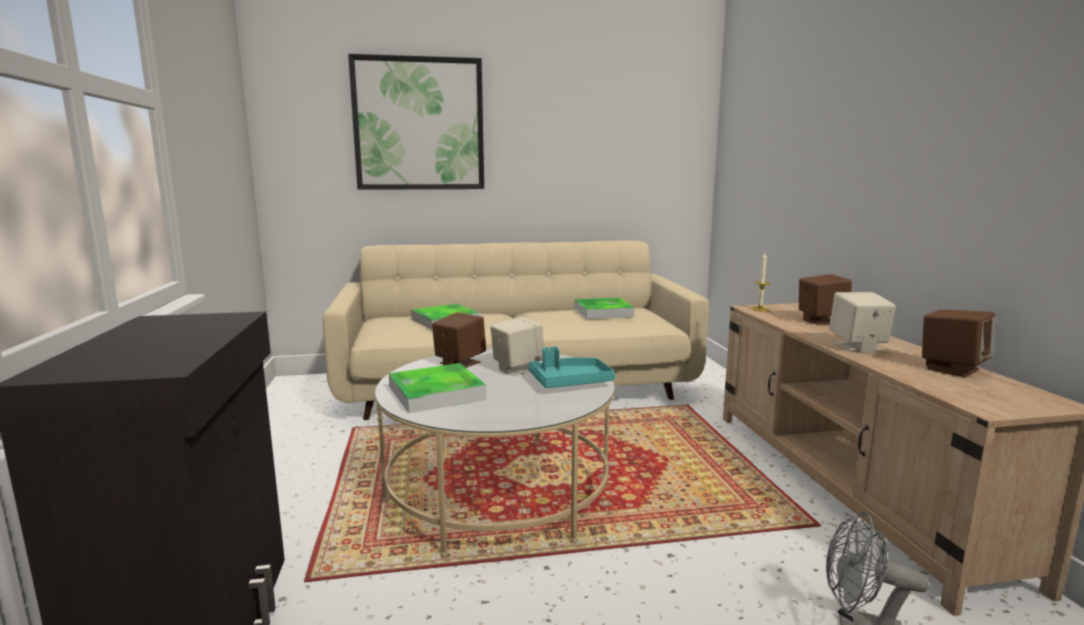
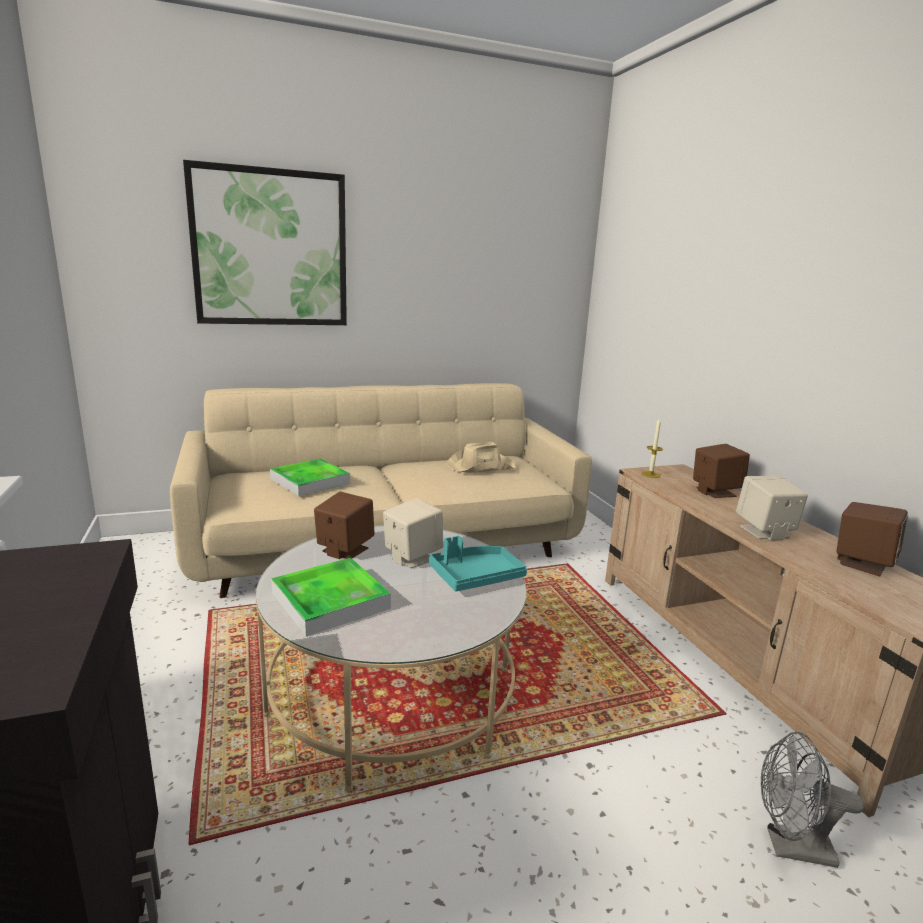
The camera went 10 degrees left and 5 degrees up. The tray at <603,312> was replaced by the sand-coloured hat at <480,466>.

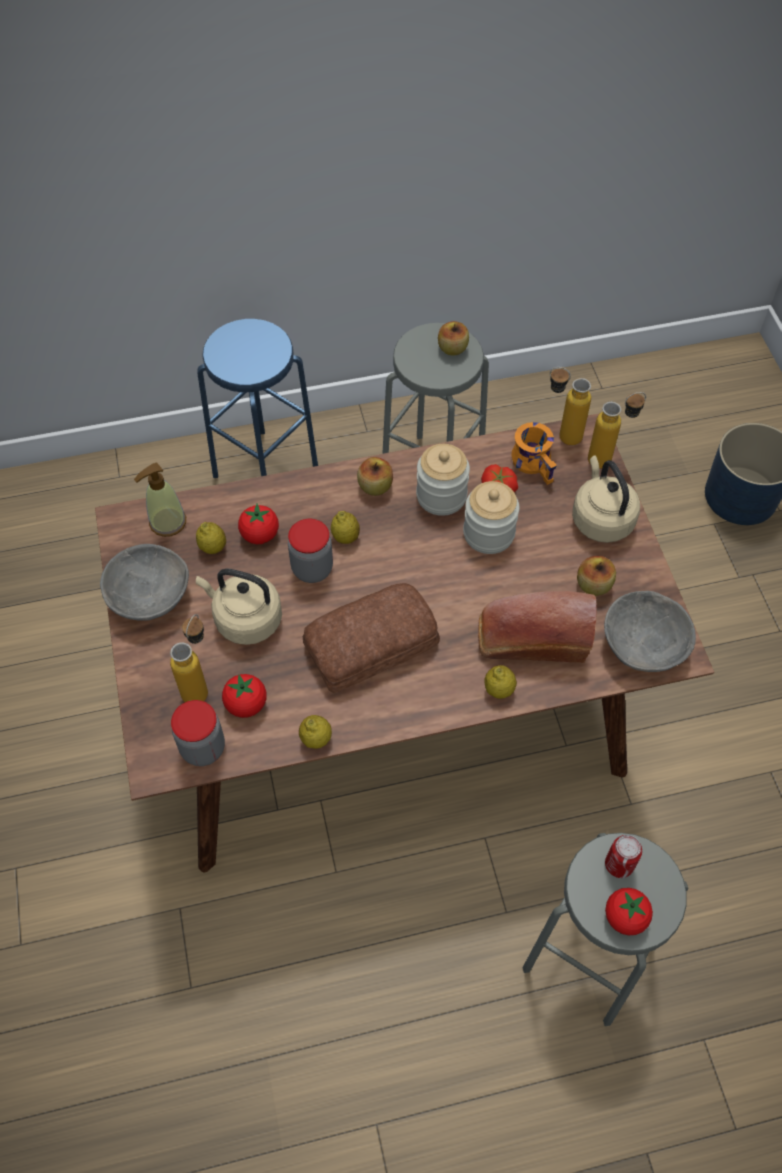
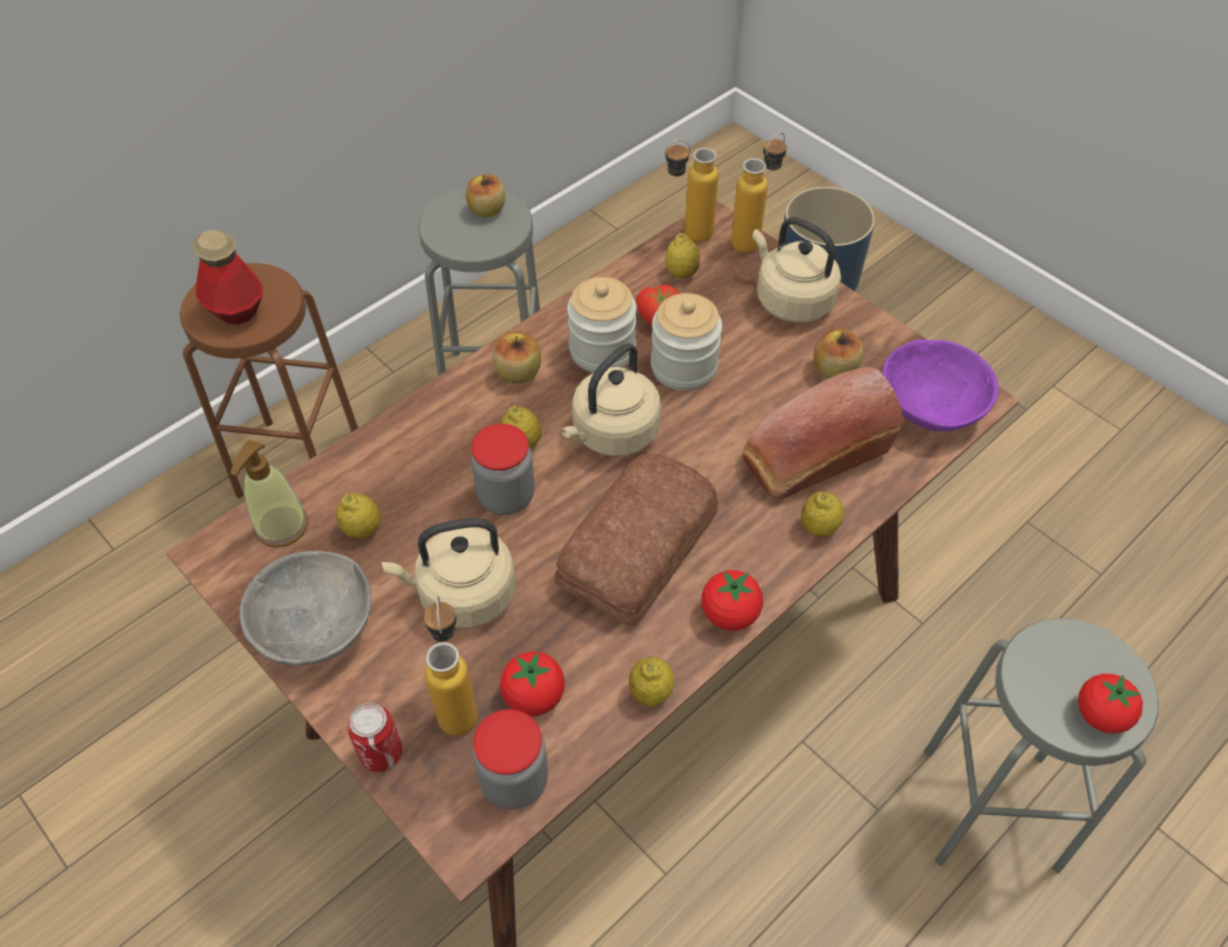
The camera went 30 degrees left and 5 degrees down. The blue-coloured sitting stool at <265,471> became the brown-coloured sitting stool at <298,463>. The drink bottle at <236,309> appeared. The sealed can moved from <619,864> to <381,753>. The sand-coloured water kettle at <612,434> appeared. The orange mug at <536,463> was replaced by the whole lemon at <681,273>. The tomato moved from <260,535> to <729,614>. The greyish deep dish at <642,644> became the purplish deep dish at <929,406>.

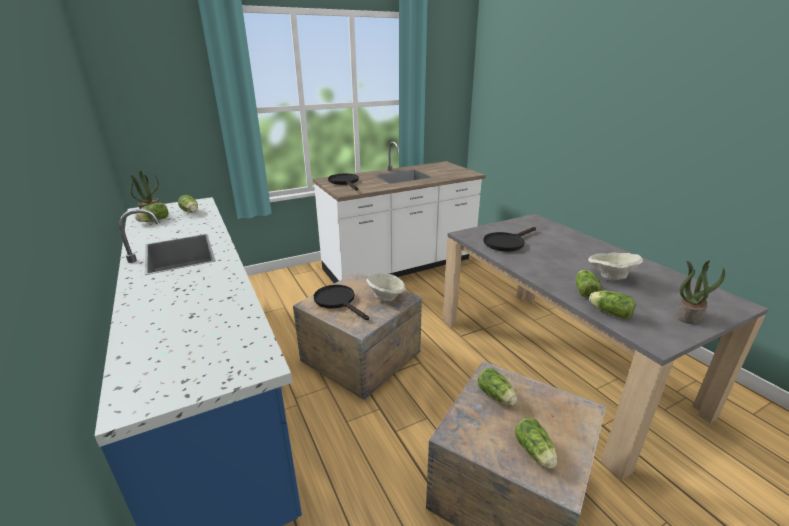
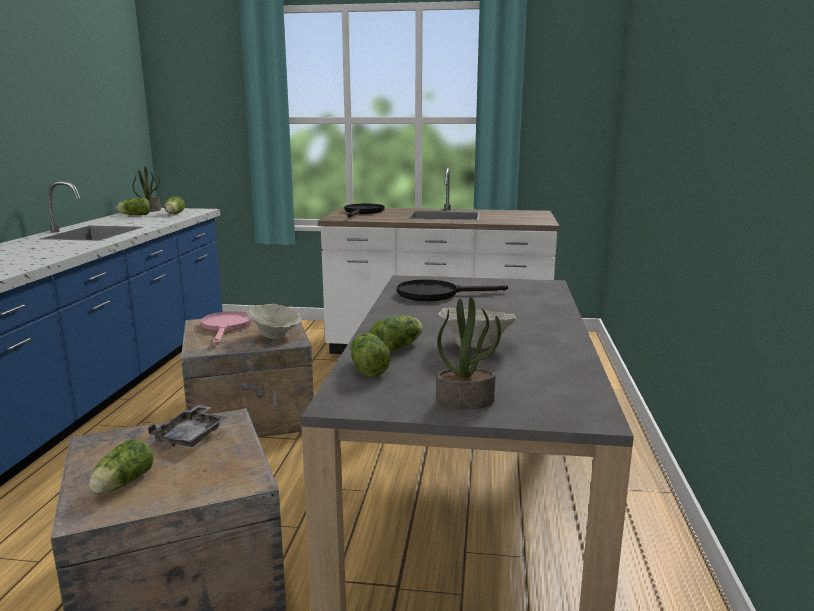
The camera went 35 degrees right and 10 degrees down. The lettuce head at <496,396> was replaced by the greyish tray at <191,435>. The black skillet at <338,301> became the pink-coloured skillet at <226,327>.

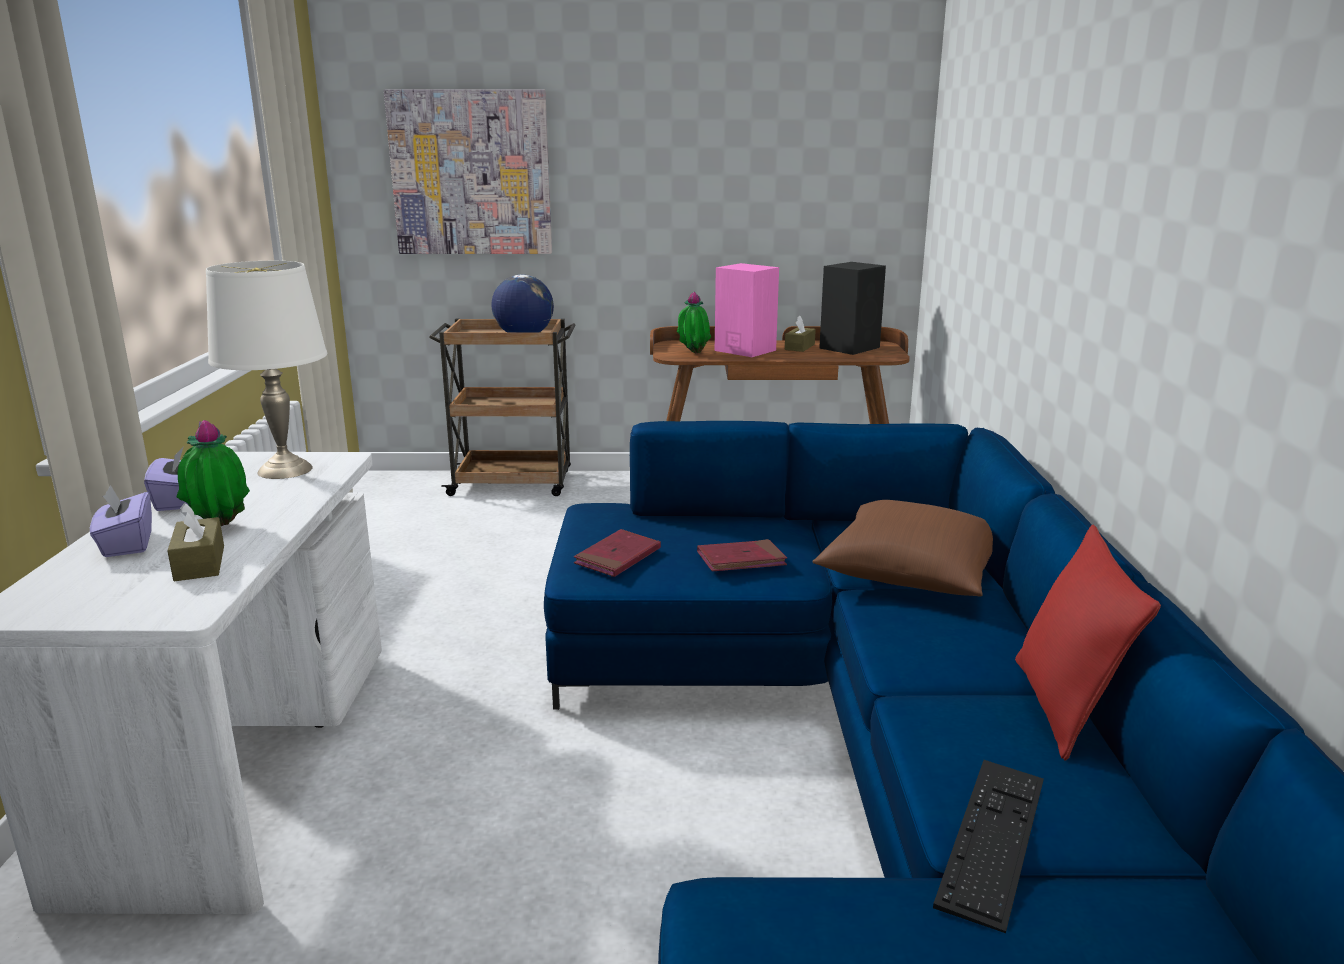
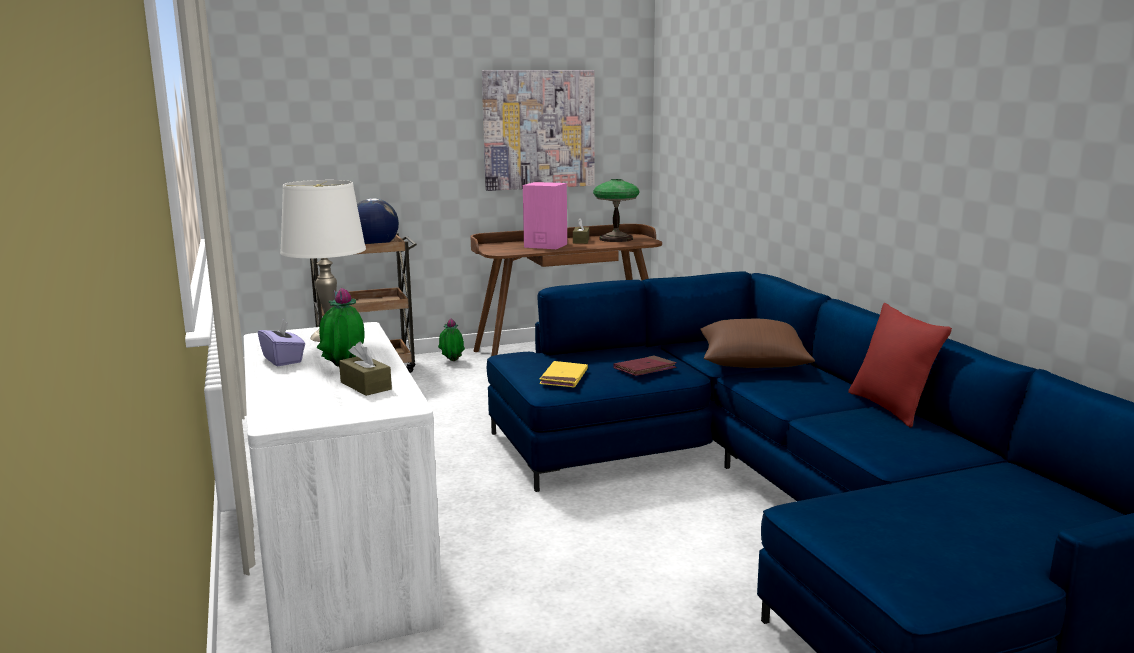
The camera went 20 degrees left and 5 degrees down. The potted plant moved from <693,354> to <452,362>. The wall picture moved from <471,173> to <538,129>. The reddish bound book at <618,557> became the yellowish bound book at <564,377>. The black audio speaker at <850,347> was replaced by the table lamp at <616,239>. The purplish tissue box at <127,544> disappeared. The keyboard at <993,838> disappeared.

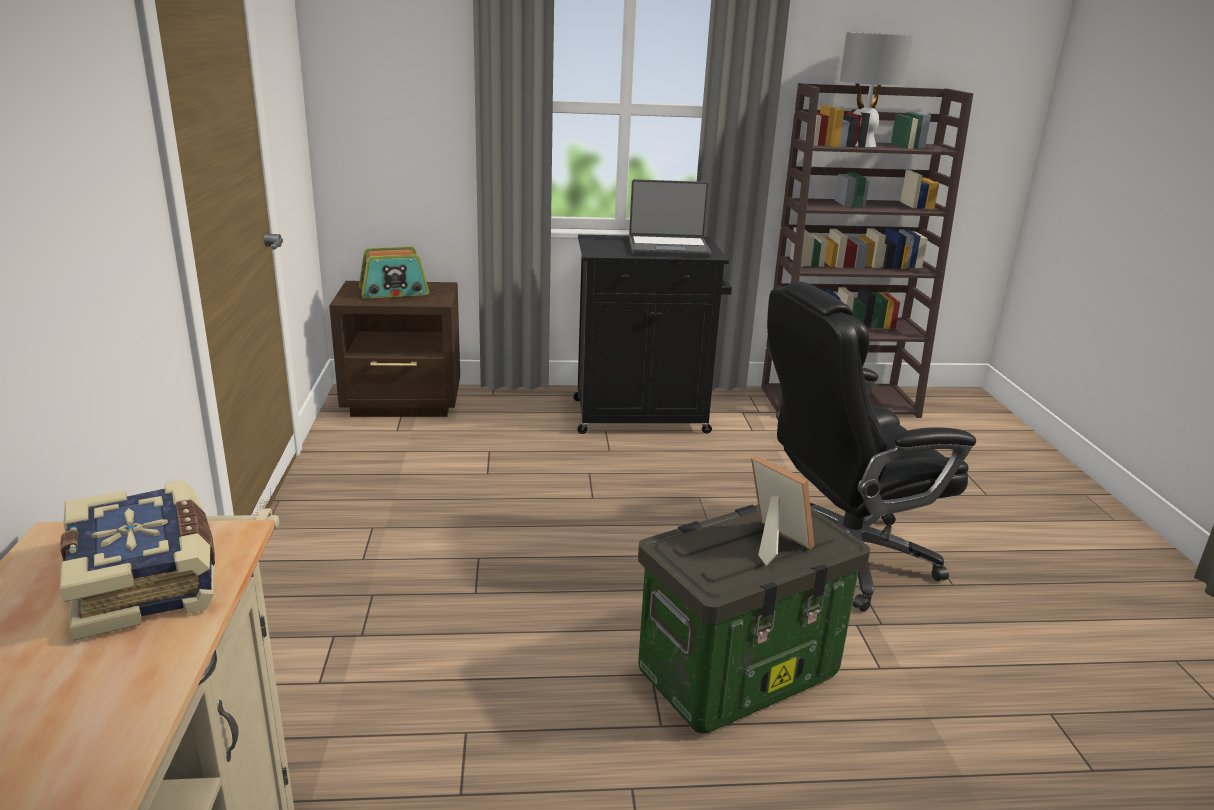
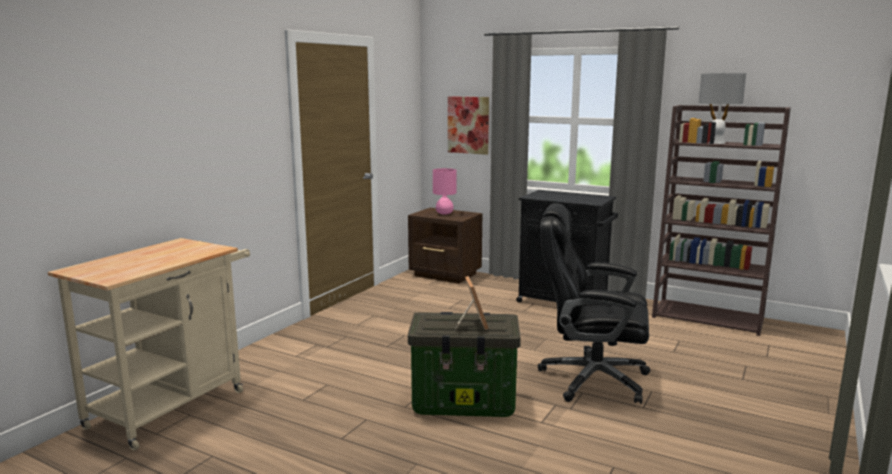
The camera went 35 degrees right and 10 degrees down. The radio set at <394,291> was replaced by the pink-coloured table lamp at <444,213>. The wall picture at <468,125> appeared. The bound book at <148,579> disappeared. The portable computer at <668,248> disappeared.

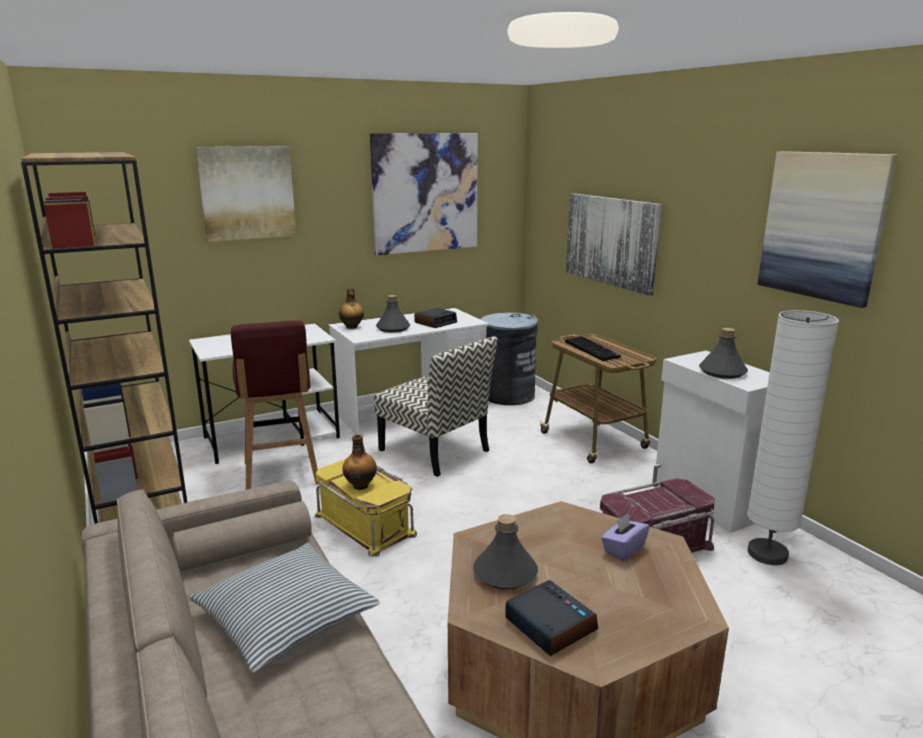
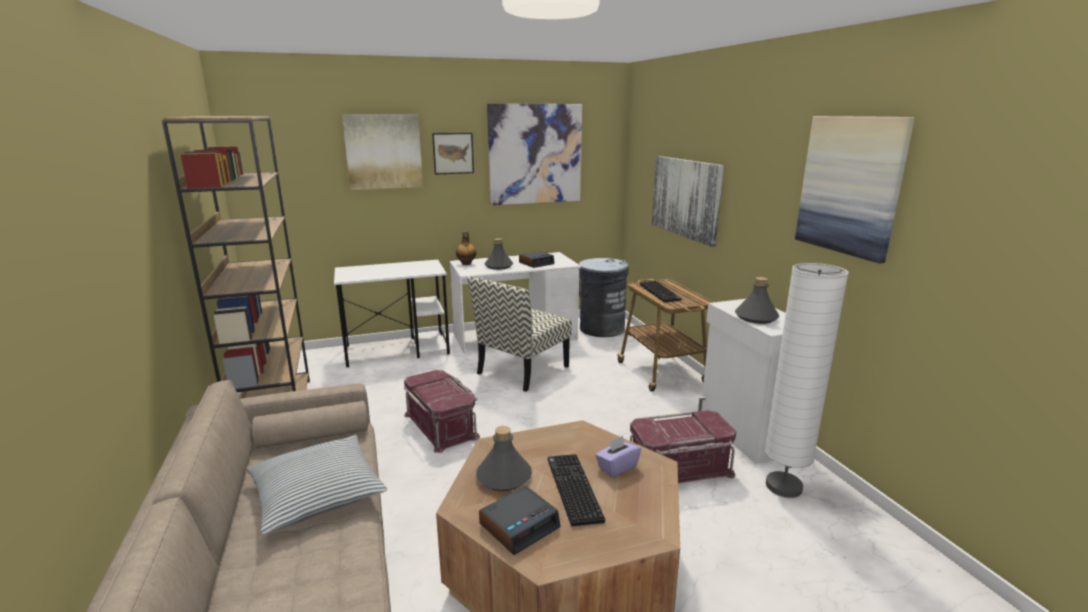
The camera went 10 degrees right and 0 degrees up. The yellowish storage container at <366,524> became the reddish storage container at <442,425>. The wall picture at <453,153> appeared. The upright chair at <435,451> turned 75 degrees clockwise. The alarm clock at <549,625> turned 75 degrees clockwise. The keyboard at <571,488> appeared. The reddish sitting stool at <281,474> disappeared. The drink bottle at <360,485> disappeared.

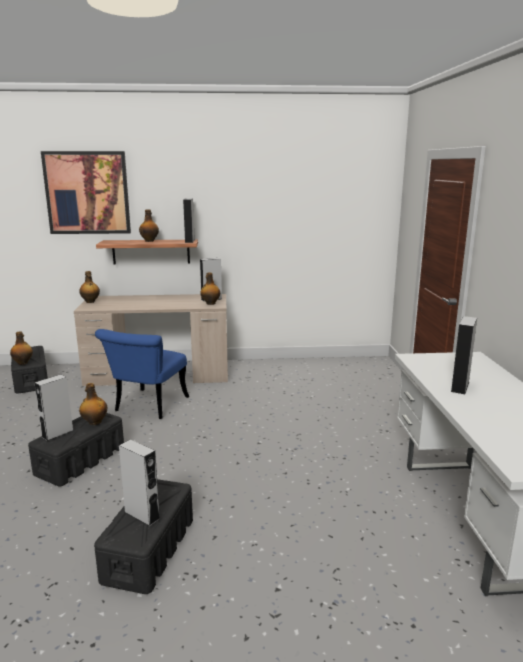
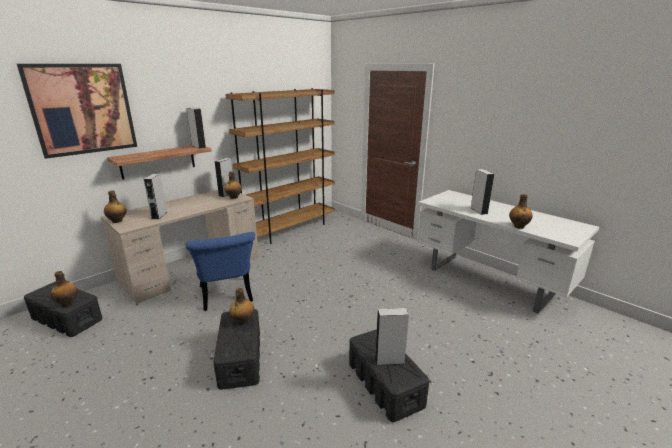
The camera went 40 degrees left and 5 degrees up. The greyish audio speaker moved from <57,433> to <159,215>. The brown-coloured shelving unit at <290,229> appeared. The drink bottle moved from <149,241> to <518,226>.

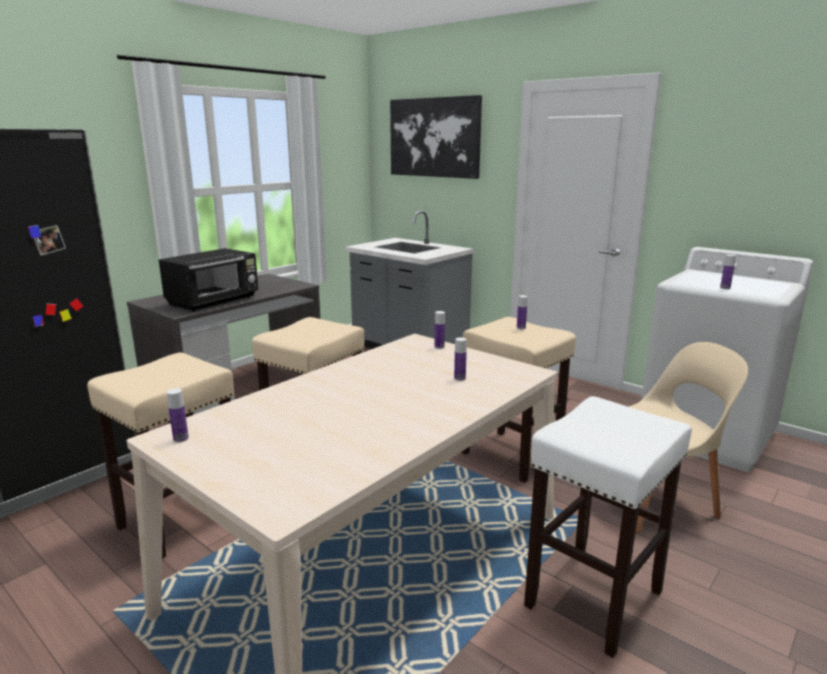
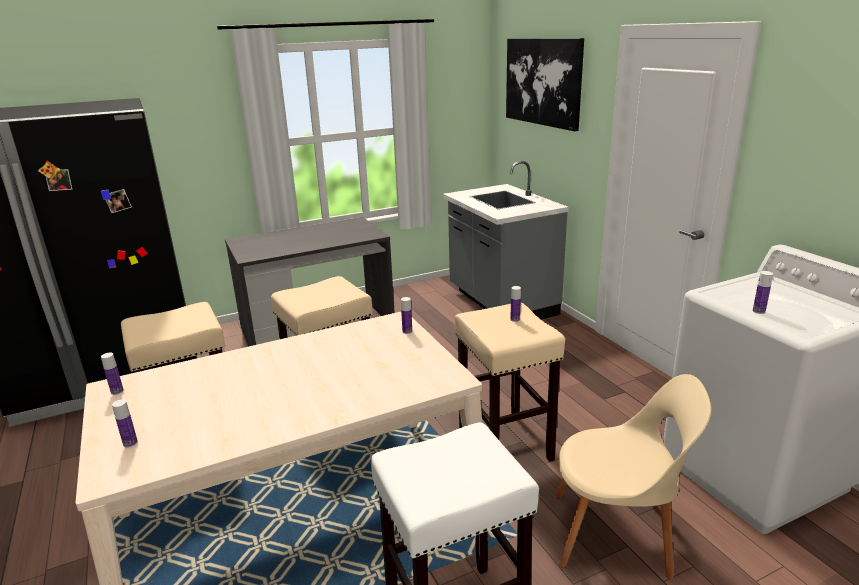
The camera went 25 degrees right and 5 degrees up. The drink bottle moved from <459,378> to <130,443>. The black microwave at <214,301> disappeared.

